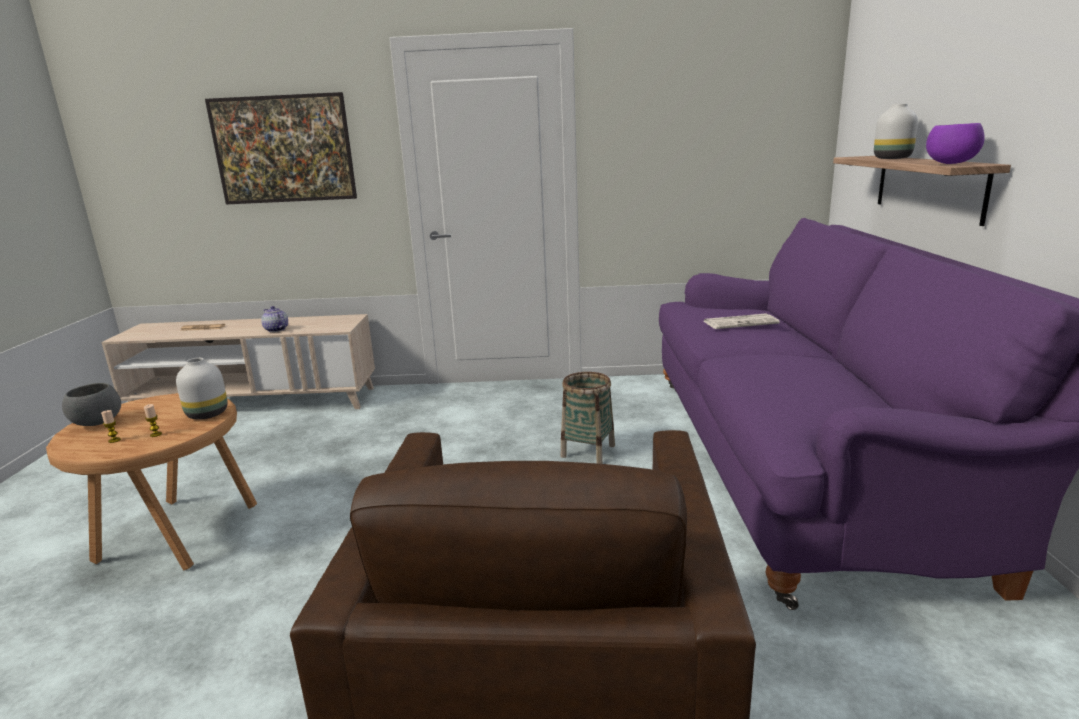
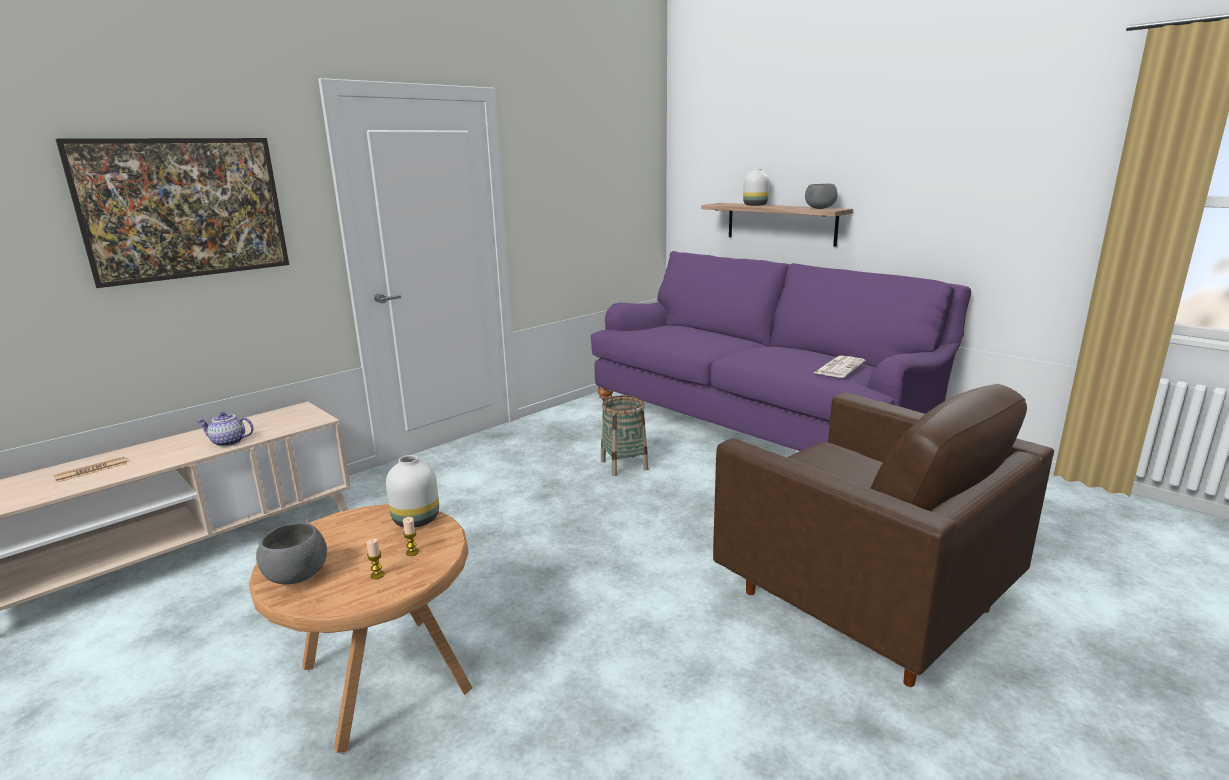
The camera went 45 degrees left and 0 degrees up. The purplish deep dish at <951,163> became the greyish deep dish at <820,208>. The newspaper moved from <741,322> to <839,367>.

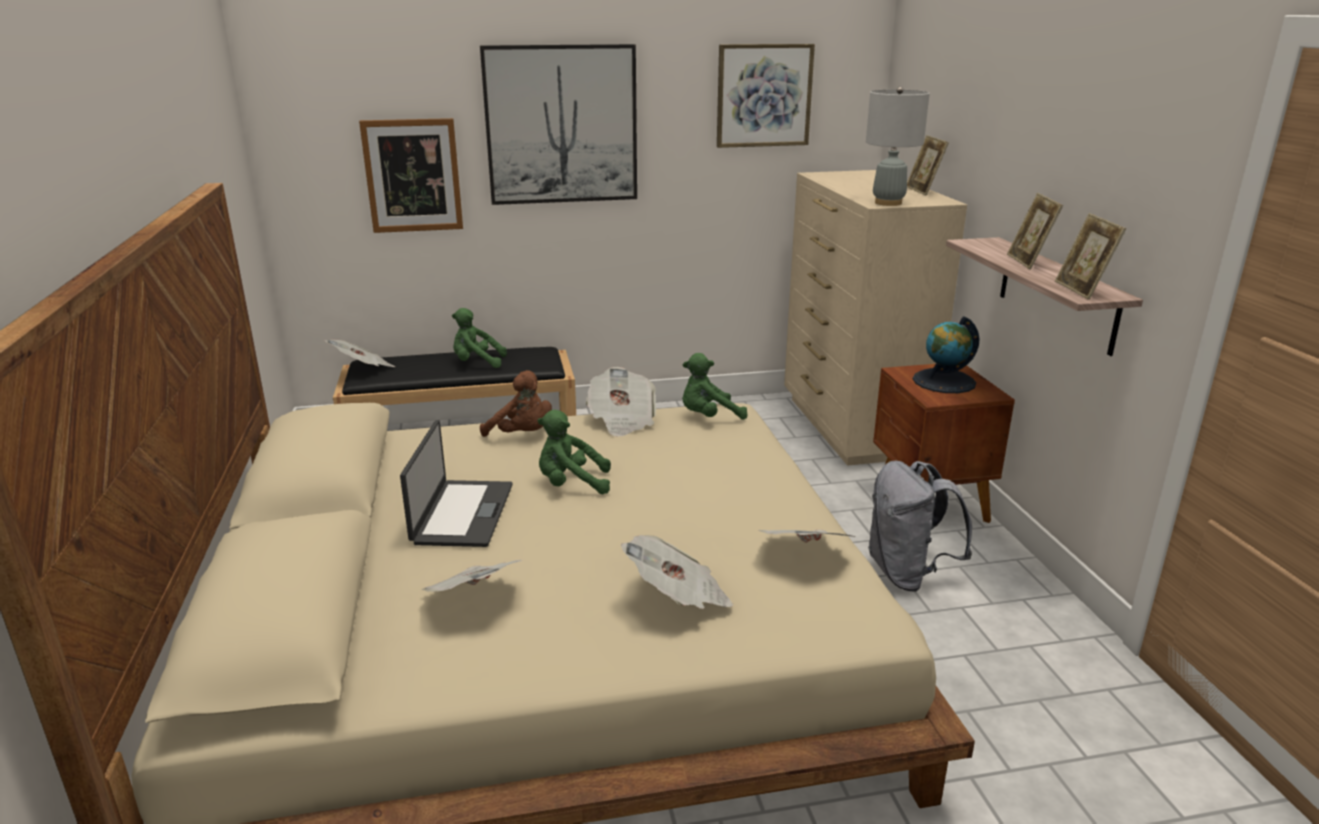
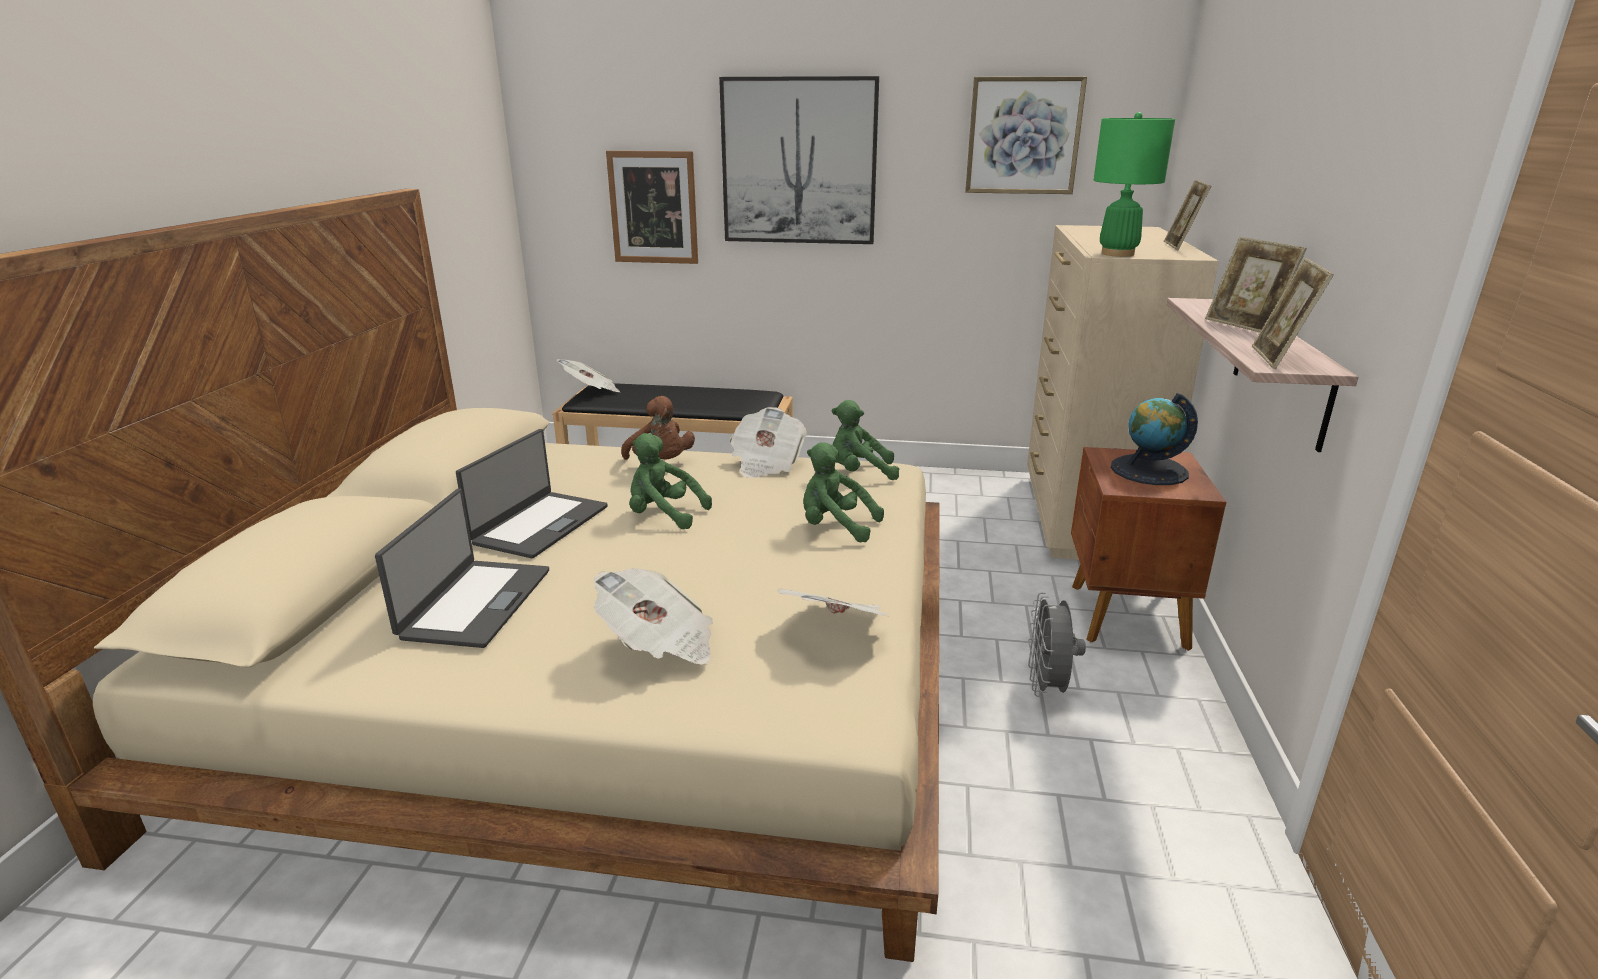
The camera went 20 degrees right and 0 degrees up. The newspaper at <473,598> was replaced by the portable computer at <474,603>. The green soft toy moved from <477,363> to <835,527>. The greyish knapsack at <908,574> was replaced by the greyish cooling fan at <1047,687>. The greyish table lamp at <888,203> became the green table lamp at <1117,254>. The picture frame at <1028,262> turned 45 degrees counterclockwise.

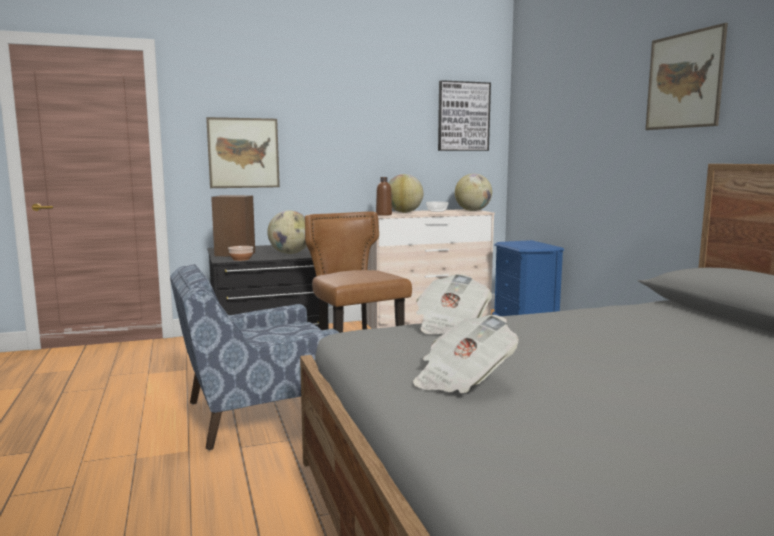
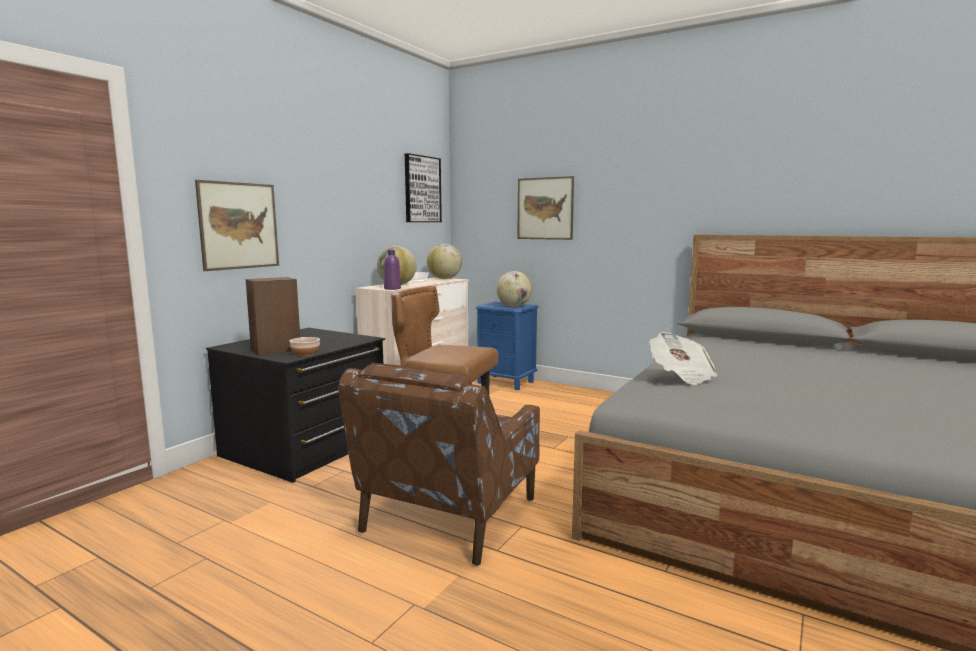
The camera went 40 degrees left and 0 degrees up. The blue-coloured lounge chair at <257,414> became the brown-coloured lounge chair at <448,517>. The brown-coloured drink bottle at <383,214> became the purplish drink bottle at <392,288>. The world globe moved from <290,253> to <514,306>. The wall picture moved from <684,81> to <545,208>. The newspaper at <462,380> disappeared.

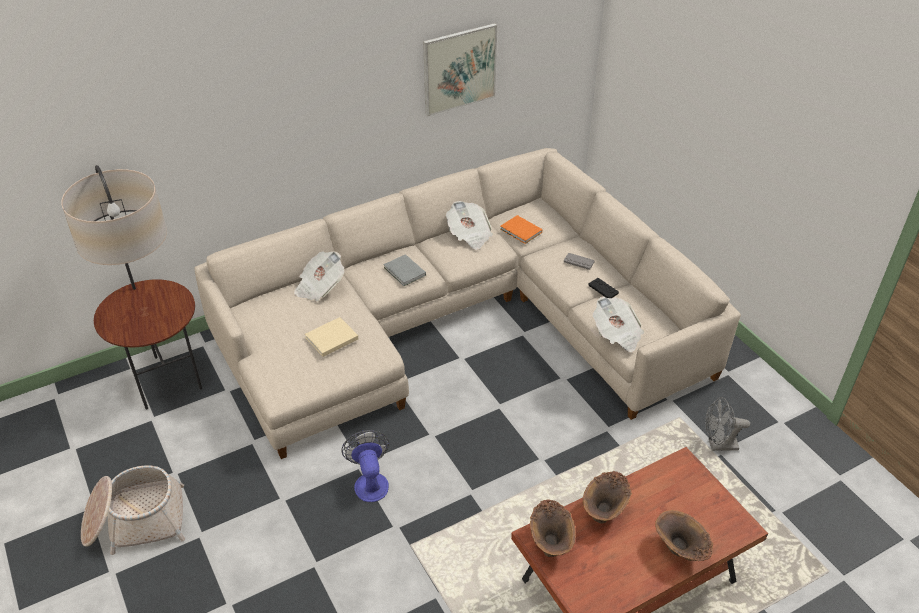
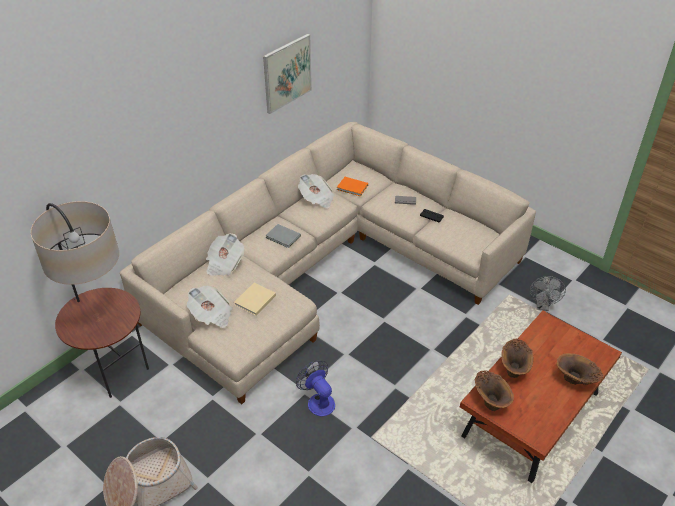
The camera went 20 degrees left and 0 degrees up. The newspaper moved from <617,334> to <211,315>. The greyish cooling fan at <718,445> turned 60 degrees counterclockwise.

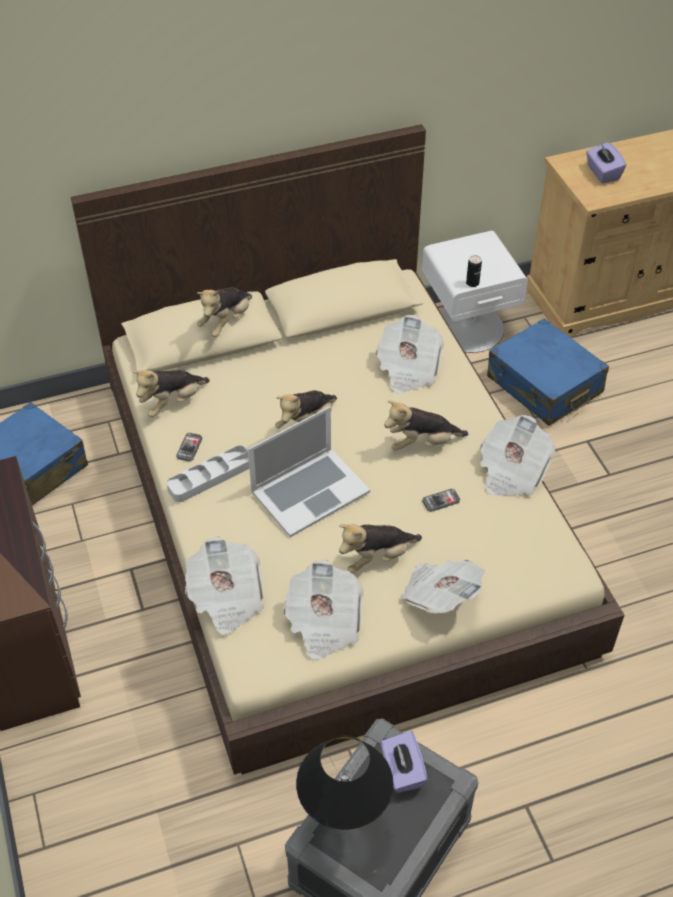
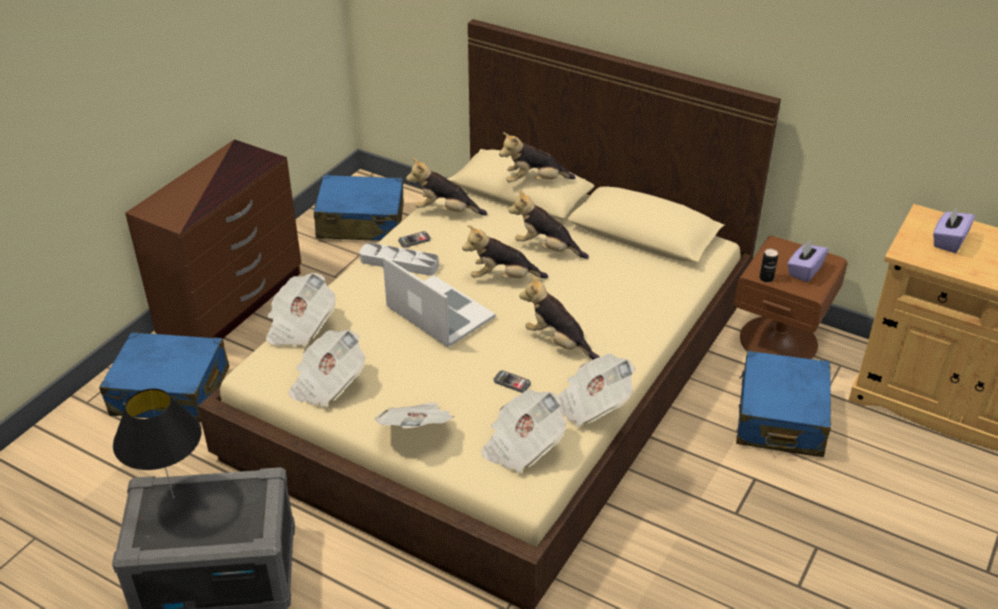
The camera went 50 degrees right and 10 degrees down. The blue-coloured piece of luggage at <170,392> appeared. The portable computer at <309,491> turned 150 degrees counterclockwise. The newspaper moved from <408,369> to <522,446>. The soft toy moved from <376,558> to <546,249>. The white-coloured bedside table at <467,327> became the brown-coloured bedside table at <779,340>. The purplish tissue box moved from <402,771> to <804,271>.

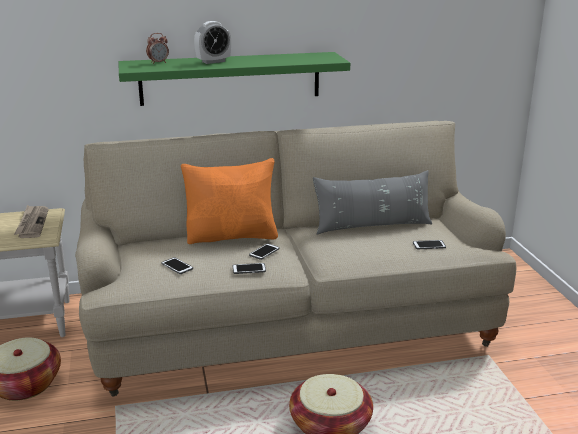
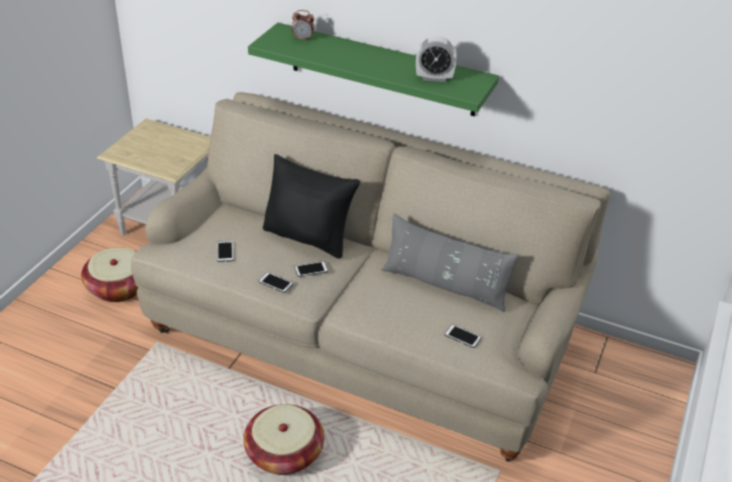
The camera went 35 degrees right and 15 degrees up. The orange throw pillow at <232,236> became the black throw pillow at <308,237>. The alarm clock moved from <213,61> to <434,78>. The newspaper at <32,223> disappeared.

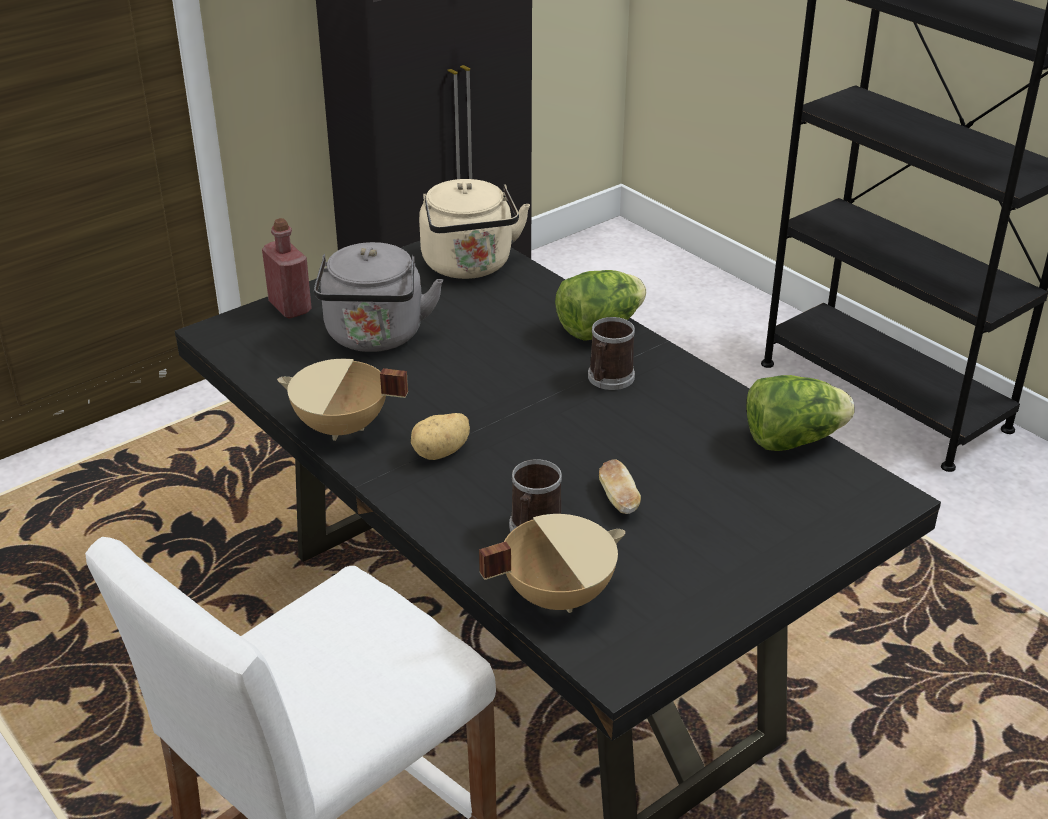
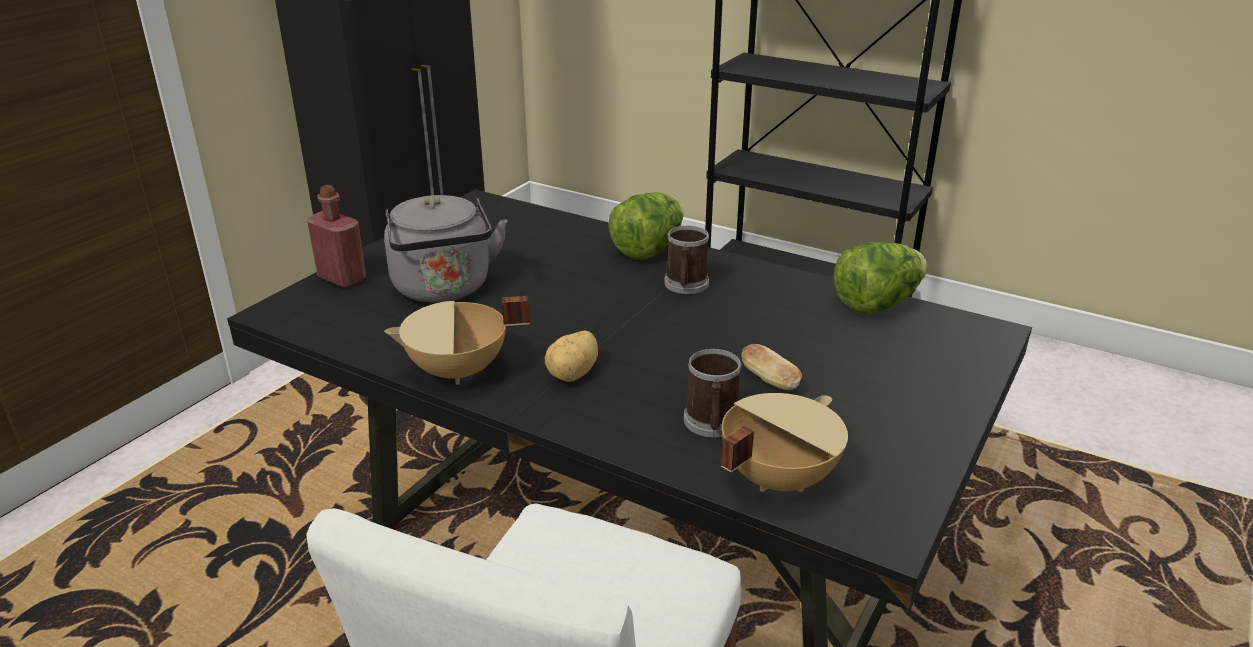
The camera went 20 degrees left and 5 degrees down. The sand-coloured water kettle at <469,266> disappeared.

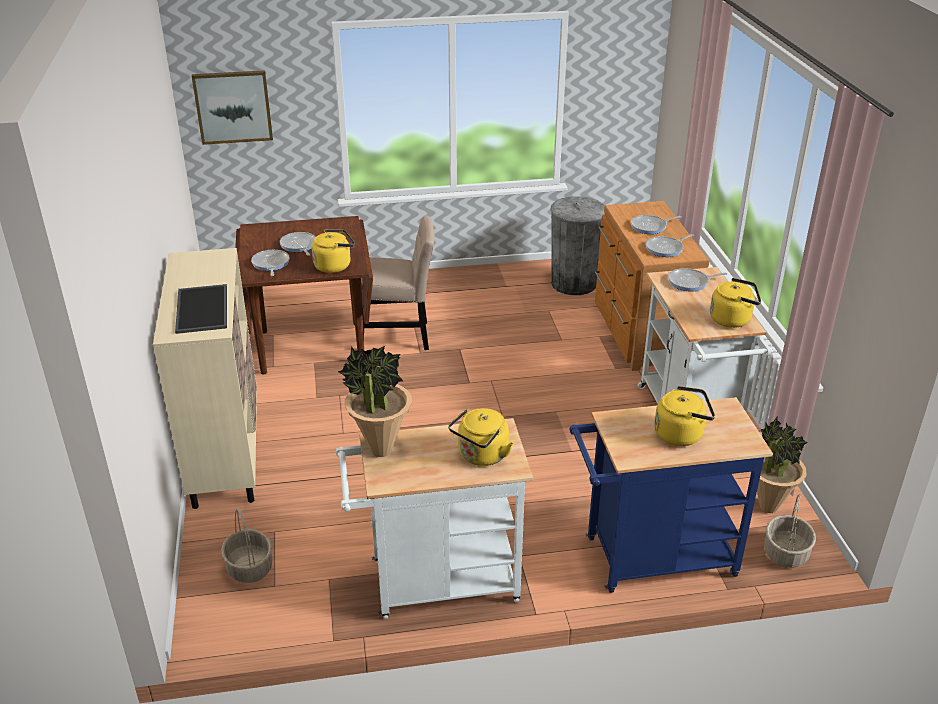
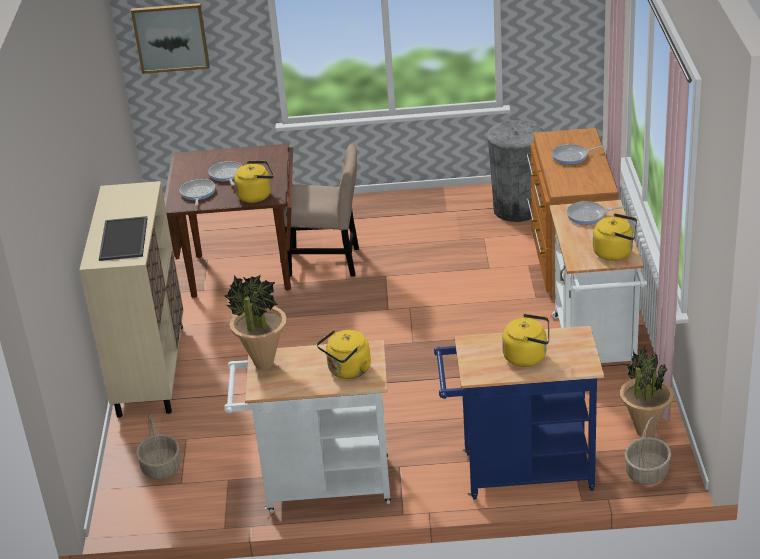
The camera went 10 degrees right and 0 degrees up. The skillet at <666,249> disappeared.

